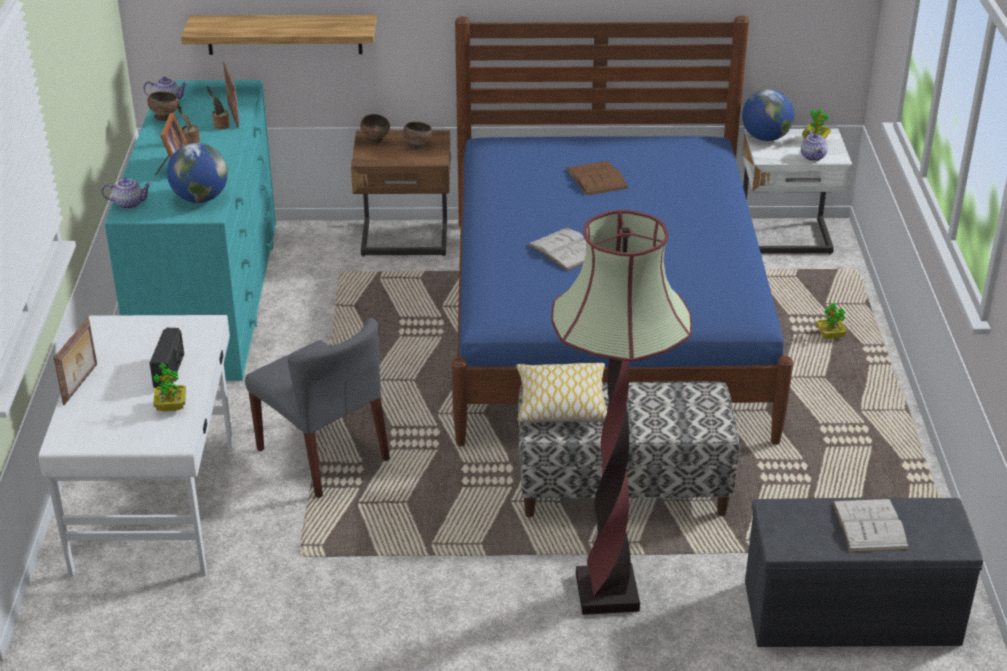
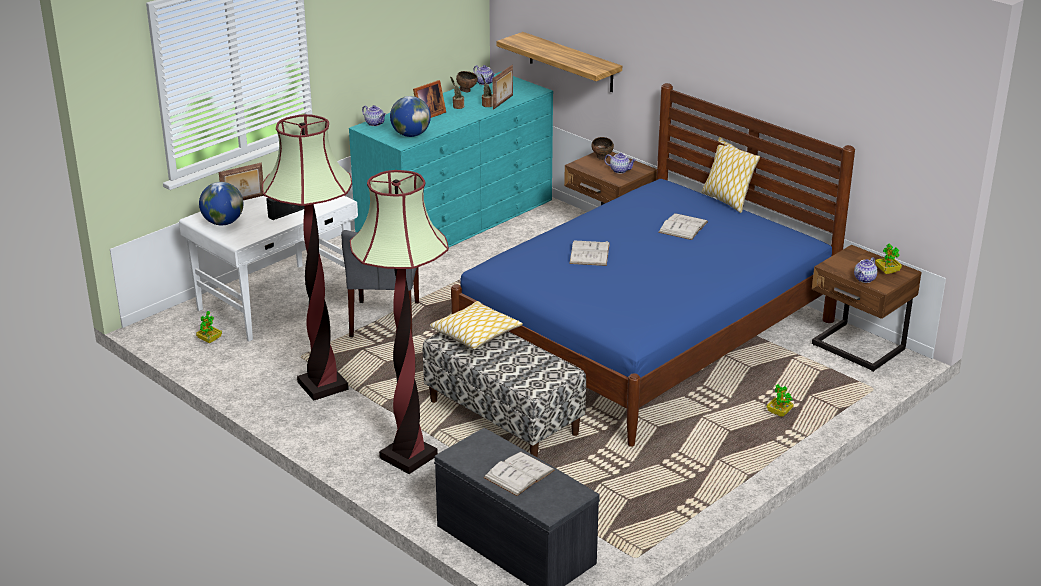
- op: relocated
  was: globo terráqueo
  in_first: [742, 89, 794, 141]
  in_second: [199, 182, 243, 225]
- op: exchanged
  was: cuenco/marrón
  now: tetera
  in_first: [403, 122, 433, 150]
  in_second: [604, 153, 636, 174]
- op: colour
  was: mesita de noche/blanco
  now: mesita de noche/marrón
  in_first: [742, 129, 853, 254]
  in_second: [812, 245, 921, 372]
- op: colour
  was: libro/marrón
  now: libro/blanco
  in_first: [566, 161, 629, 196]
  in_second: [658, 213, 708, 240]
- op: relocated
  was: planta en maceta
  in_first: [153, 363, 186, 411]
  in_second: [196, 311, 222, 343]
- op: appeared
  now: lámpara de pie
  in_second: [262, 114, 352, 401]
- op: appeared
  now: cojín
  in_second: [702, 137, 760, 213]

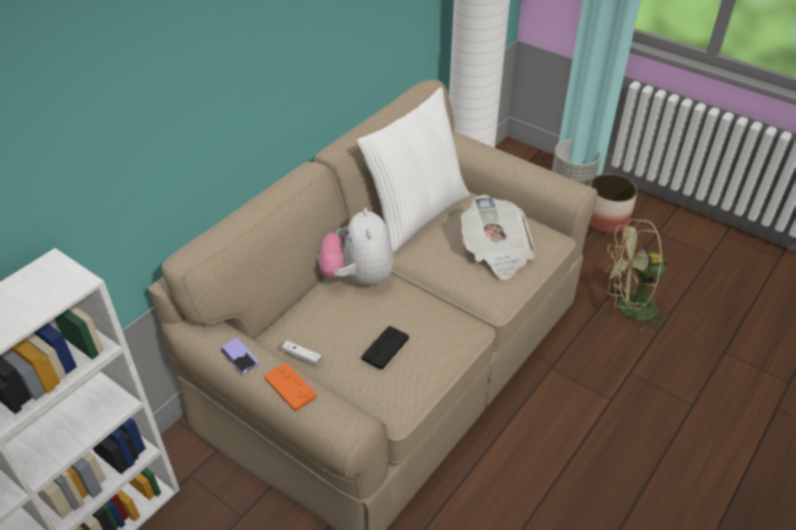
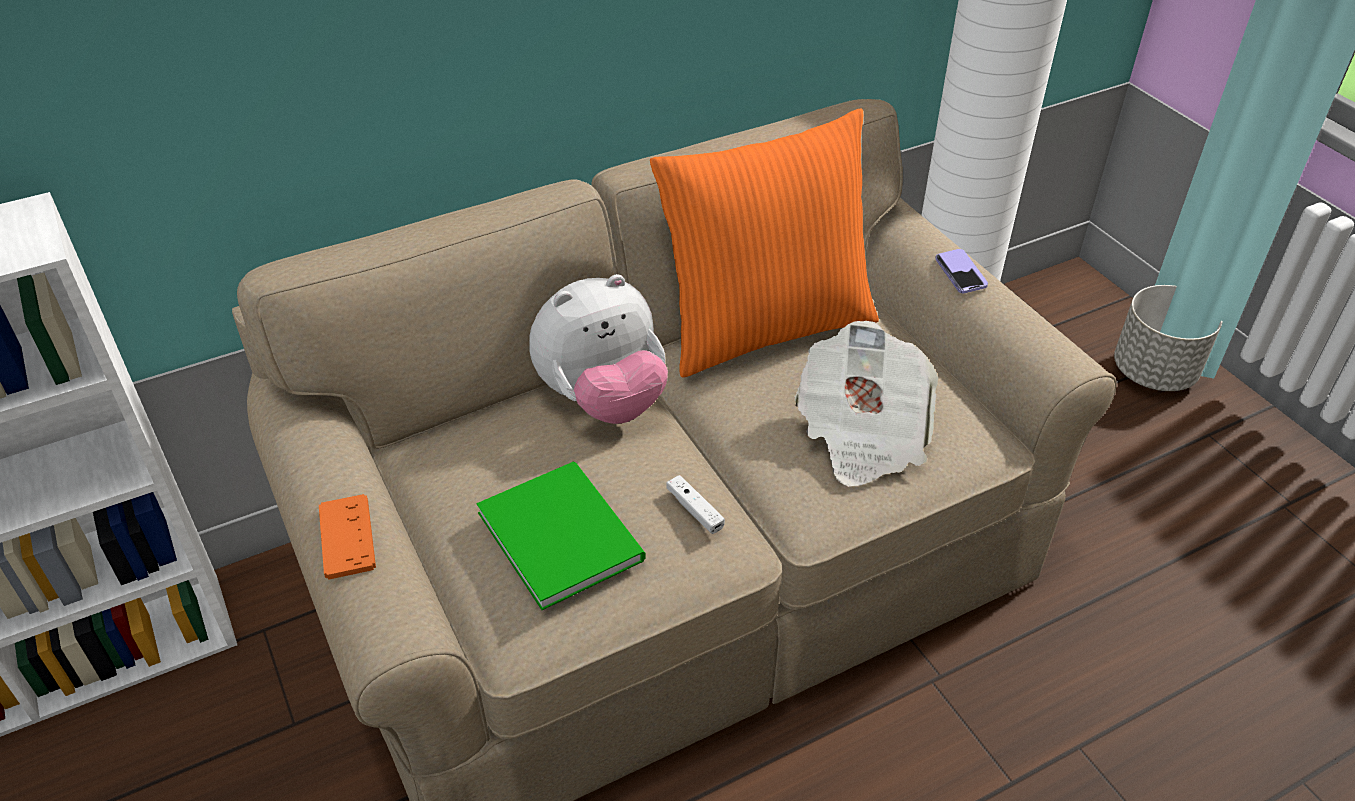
- op: colour
  was: cojín/blanco
  now: cojín/naranja
  in_first: [357, 87, 469, 252]
  in_second: [650, 109, 879, 378]
- op: missing
  was: maceta
  in_first: [588, 174, 638, 233]
- op: spun
  was: peluche
  in_first: [318, 208, 394, 286]
  in_second: [529, 274, 668, 424]
  clockwise: -135
- op: missing
  was: ventilador/verde
  in_first: [604, 219, 671, 333]
- op: exchanged
  was: mando de consola/negro
  now: libro/verde
  in_first: [362, 326, 409, 369]
  in_second: [476, 461, 646, 610]
- op: relocated
  was: móvil
  in_first: [220, 338, 259, 375]
  in_second: [935, 249, 988, 293]
- op: relocated
  was: mando de consola/blanco
  in_first: [282, 341, 322, 365]
  in_second: [666, 475, 725, 534]

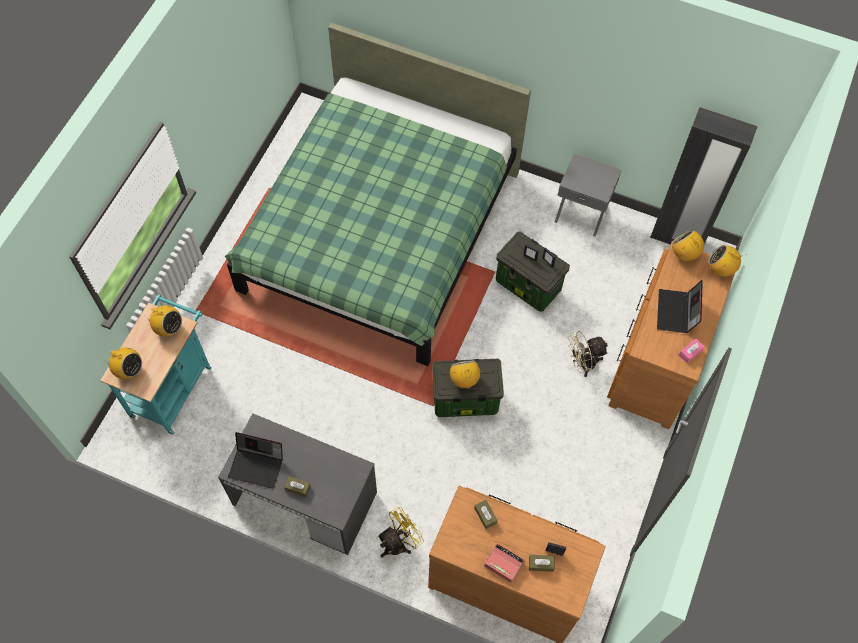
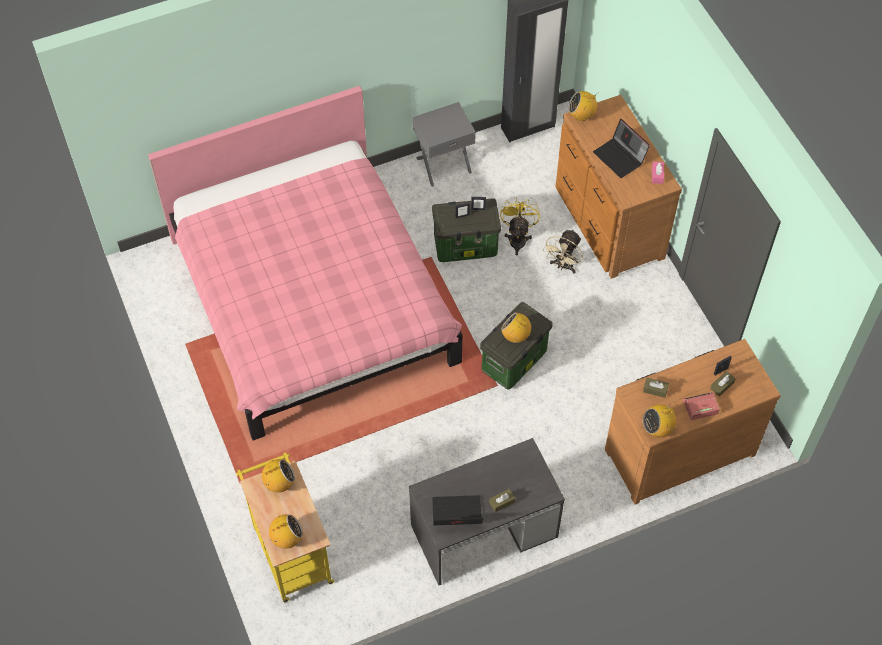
- op: colour
  was: cama/verde
  now: cama/rosa
  in_first: [224, 23, 531, 366]
  in_second: [148, 86, 463, 441]
- op: relocated
  was: radio
  in_first: [709, 245, 747, 277]
  in_second: [643, 404, 676, 438]
- op: colour
  was: carrito/turquesa
  now: carrito/amarillo
  in_first: [100, 294, 211, 435]
  in_second: [236, 452, 334, 602]
- op: spun
  was: portátil
  in_first: [228, 432, 283, 489]
  in_second: [432, 495, 483, 526]
  clockwise: -150
- op: relocated
  was: ventilador/amarillo
  in_first: [377, 507, 424, 558]
  in_second: [500, 197, 540, 256]

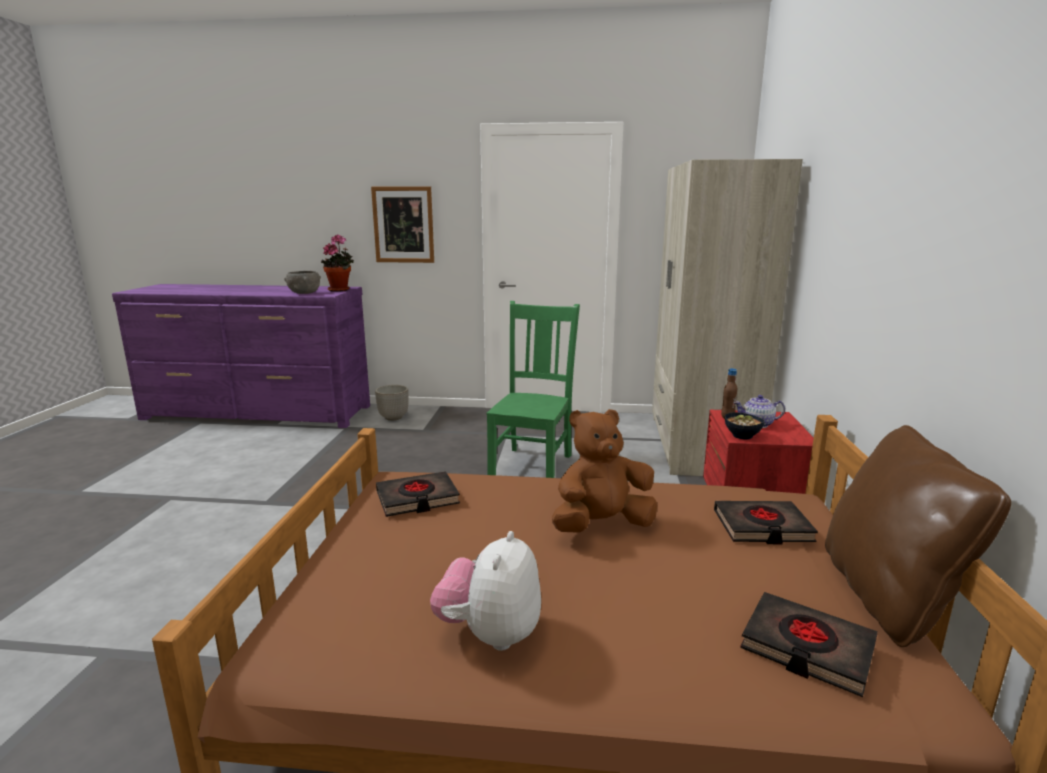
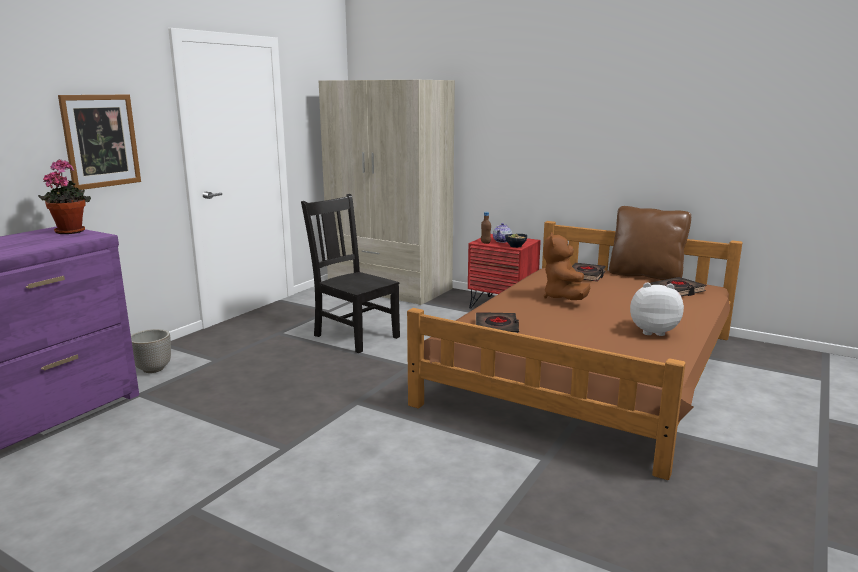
- op: missing
  was: cuenco/gris
  in_first: [284, 271, 321, 294]
- op: colour
  was: silla/verde
  now: silla/negro
  in_first: [486, 301, 580, 478]
  in_second: [301, 194, 400, 353]
- op: spun
  was: peluche
  in_first: [430, 531, 541, 651]
  in_second: [630, 282, 684, 336]
  clockwise: 150

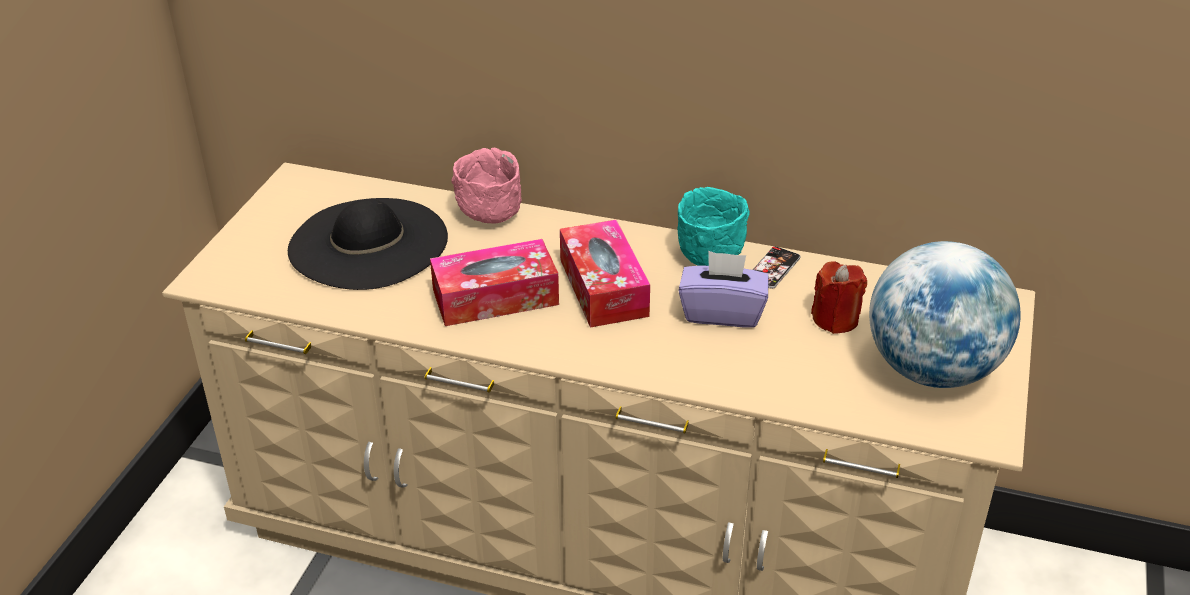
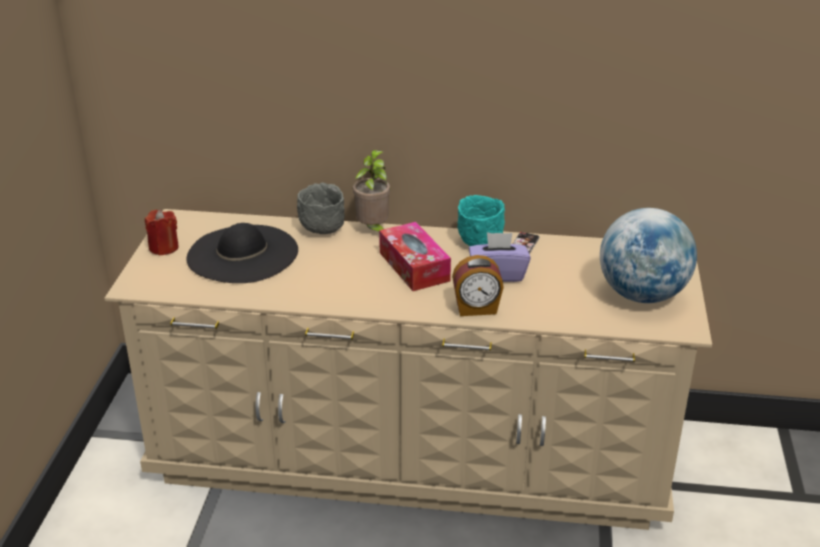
- op: colour
  was: cuenco/rosa
  now: cuenco/gris
  in_first: [451, 148, 522, 223]
  in_second: [297, 182, 345, 234]
- op: missing
  was: caja de pañuelos
  in_first: [430, 239, 559, 326]
- op: relocated
  was: vela/rojo
  in_first: [811, 261, 867, 334]
  in_second: [145, 210, 179, 256]
- op: appeared
  now: planta en maceta
  in_second: [353, 150, 390, 232]
- op: appeared
  now: despertador
  in_second: [452, 255, 504, 316]

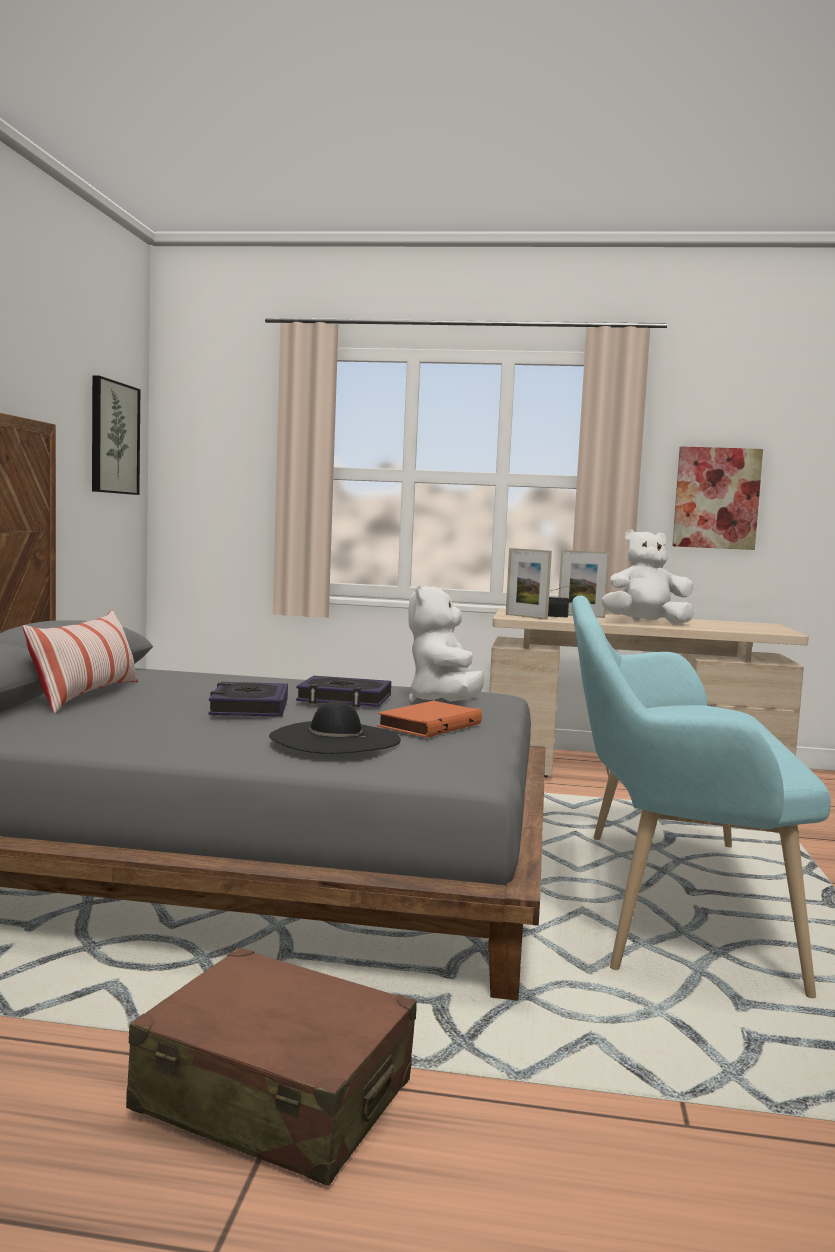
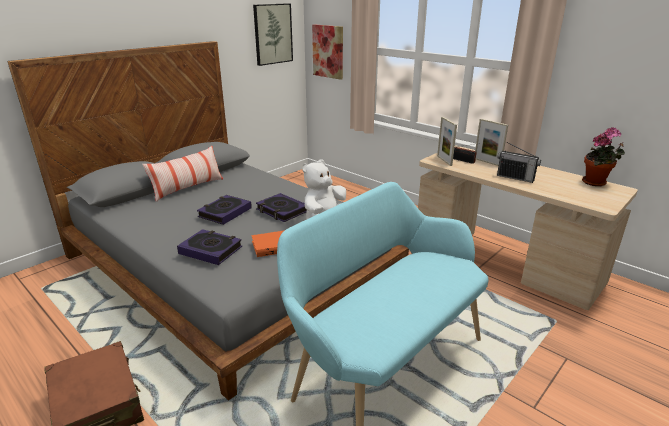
- op: relocated
  was: cuadro
  in_first: [672, 446, 763, 550]
  in_second: [312, 24, 343, 80]
- op: exchanged
  was: peluche/blanco
  now: radio
  in_first: [602, 530, 694, 624]
  in_second: [497, 142, 541, 183]
- op: exchanged
  was: sombrero/negro
  now: libro
  in_first: [269, 701, 401, 754]
  in_second: [177, 229, 242, 265]
- op: appeared
  now: planta en maceta
  in_second: [582, 127, 625, 186]

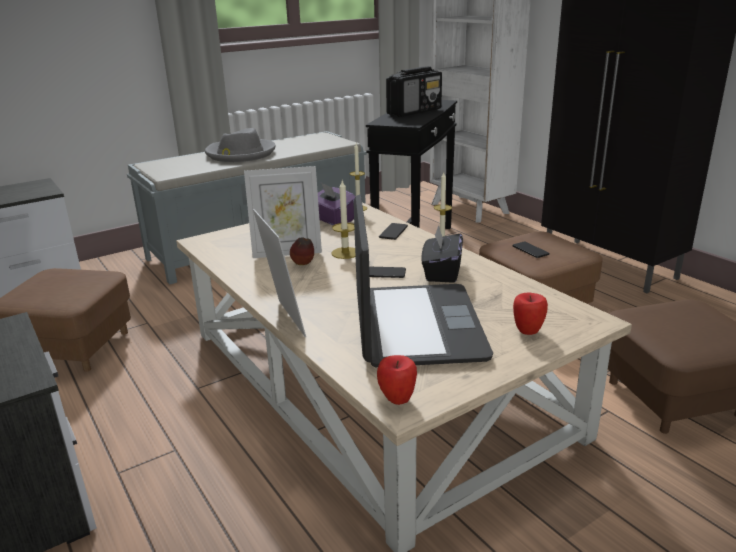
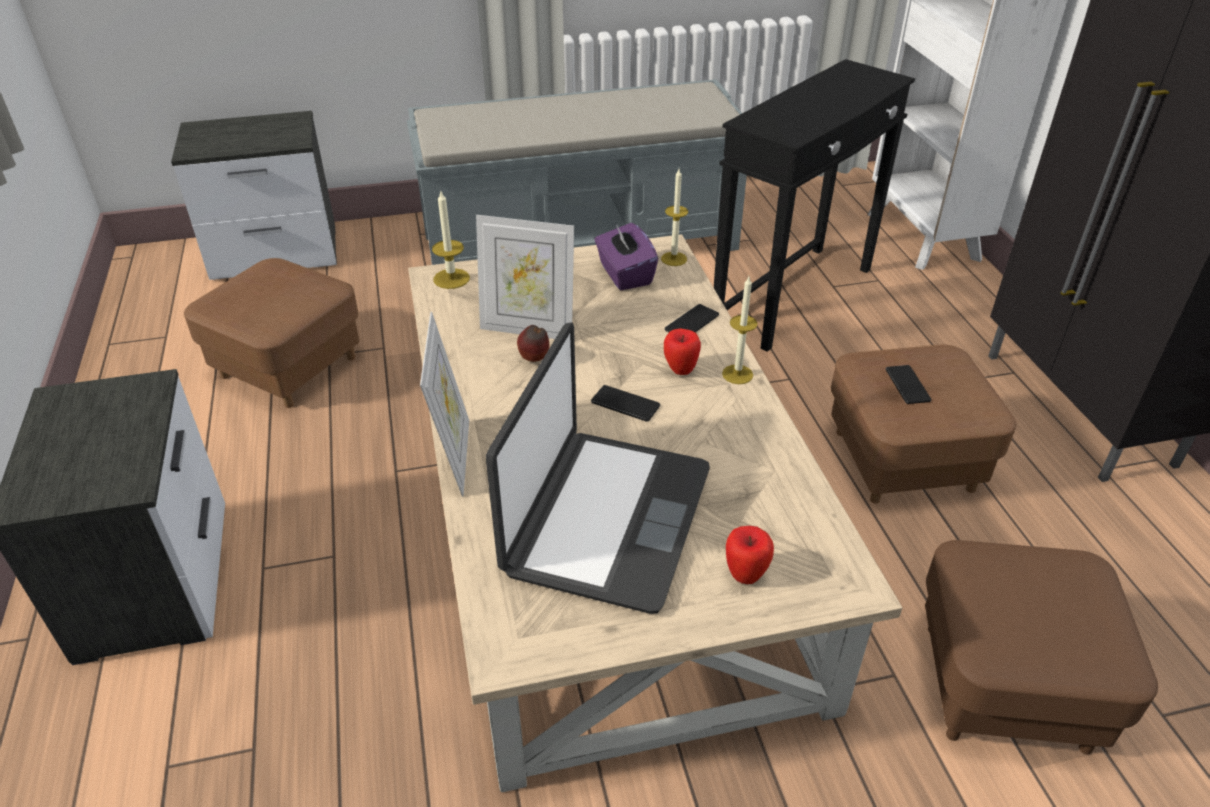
- op: missing
  was: radio
  in_first: [386, 66, 442, 117]
- op: missing
  was: sombrero/gris
  in_first: [205, 128, 275, 162]
- op: relocated
  was: vela
  in_first: [332, 180, 356, 259]
  in_second: [432, 191, 470, 289]
- op: missing
  was: caja de pañuelos/negro
  in_first: [421, 225, 463, 283]
- op: relocated
  was: manzana
  in_first: [377, 355, 417, 405]
  in_second: [664, 328, 701, 375]

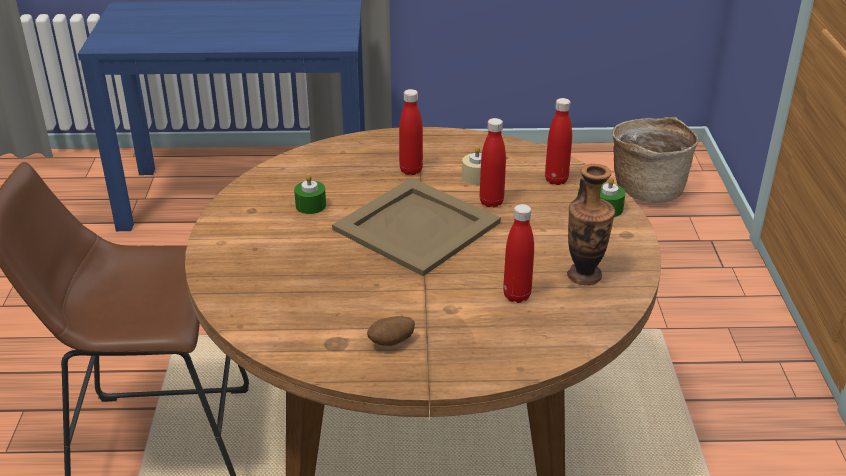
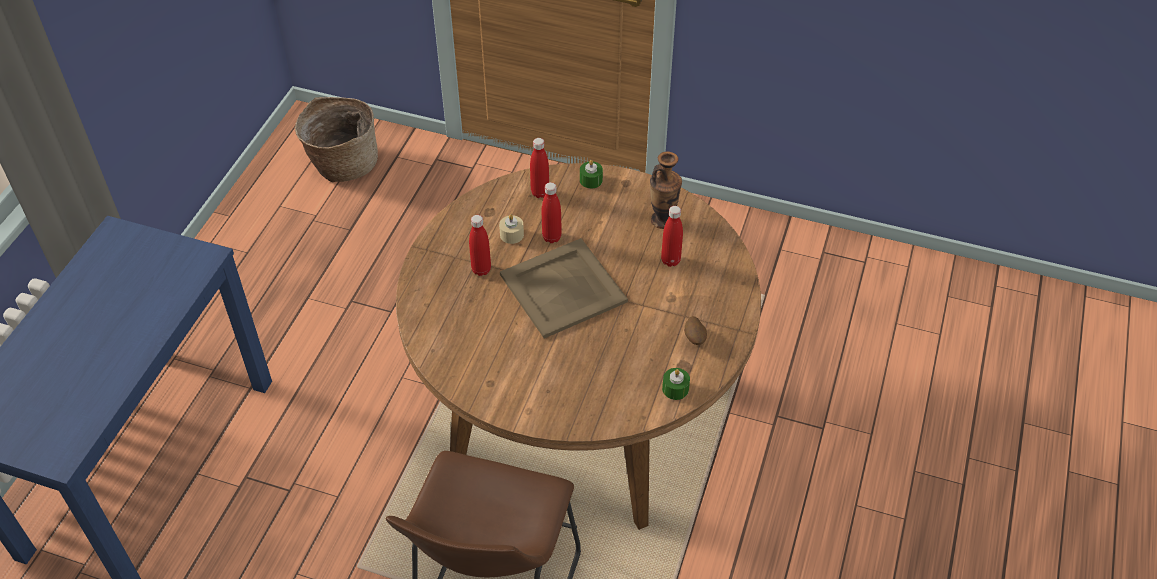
- op: relocated
  was: vela/verde
  in_first: [294, 174, 326, 214]
  in_second: [662, 368, 690, 400]

